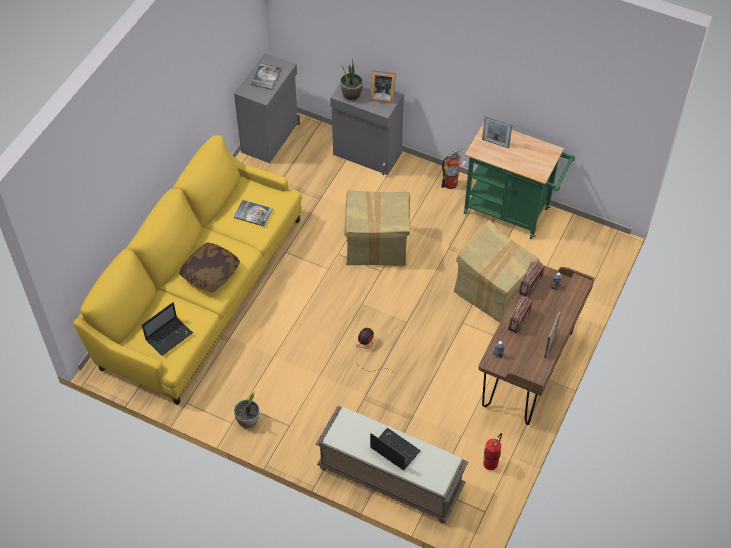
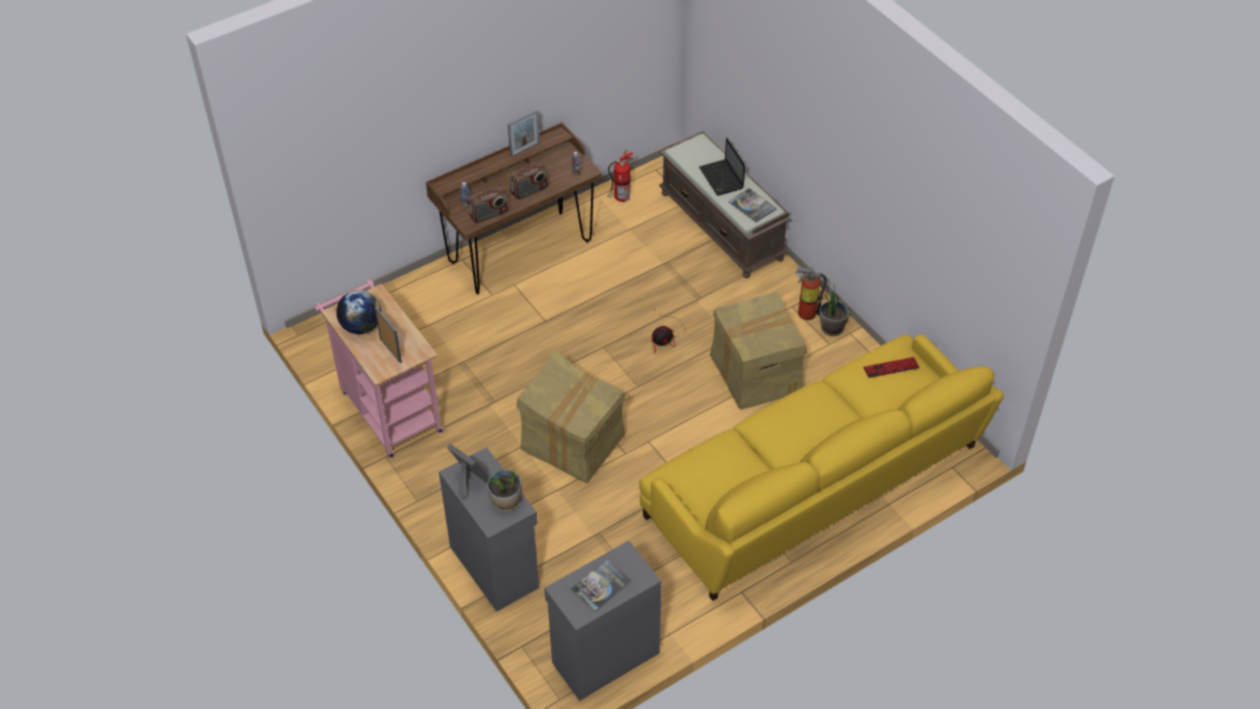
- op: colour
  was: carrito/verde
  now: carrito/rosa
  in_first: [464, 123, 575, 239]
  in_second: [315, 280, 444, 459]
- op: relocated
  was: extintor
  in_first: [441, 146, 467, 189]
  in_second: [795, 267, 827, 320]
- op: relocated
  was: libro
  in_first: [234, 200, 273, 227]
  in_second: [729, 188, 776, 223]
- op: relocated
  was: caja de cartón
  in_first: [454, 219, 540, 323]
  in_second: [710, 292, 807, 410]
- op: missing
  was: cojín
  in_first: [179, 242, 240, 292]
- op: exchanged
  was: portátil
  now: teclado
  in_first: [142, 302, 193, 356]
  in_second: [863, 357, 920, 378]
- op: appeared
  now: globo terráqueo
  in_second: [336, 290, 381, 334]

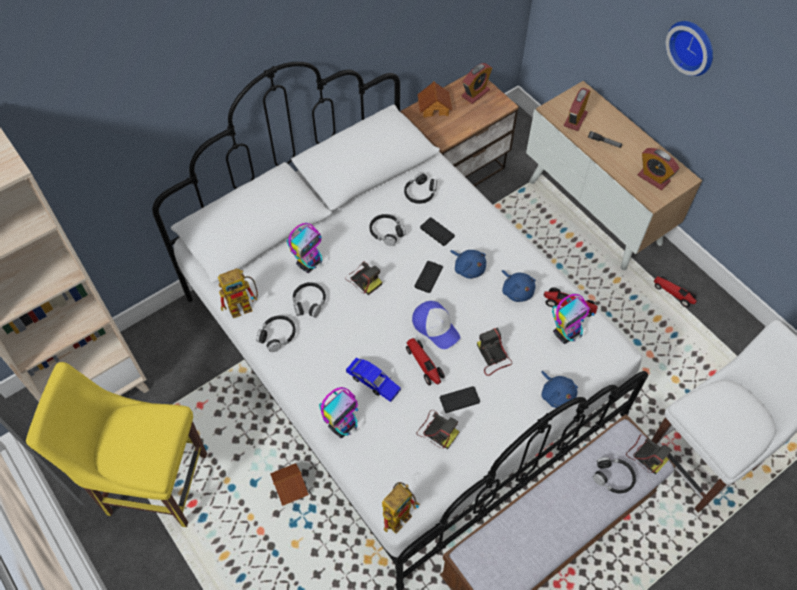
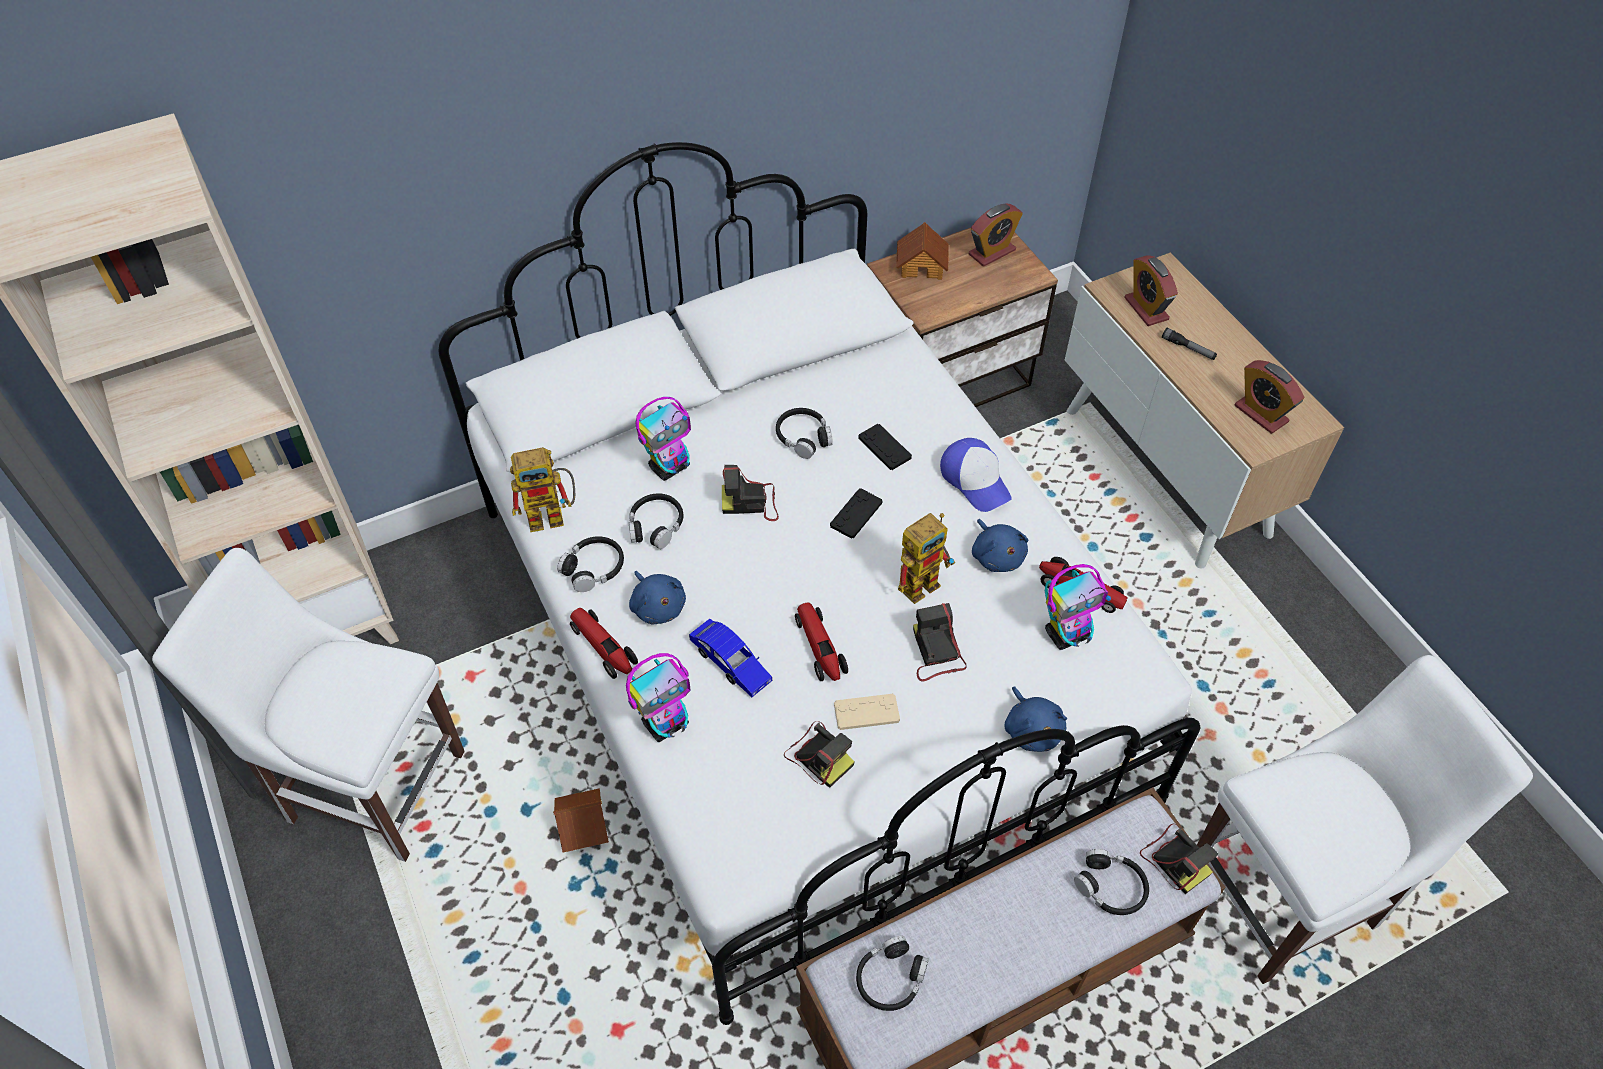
- op: missing
  was: reloj de pared
  in_first: [666, 21, 713, 76]
- op: spun
  was: despertador
  in_first: [564, 88, 591, 131]
  in_second: [1124, 255, 1178, 326]
  clockwise: -60
- op: relocated
  was: auriculares/negro
  in_first: [404, 172, 437, 204]
  in_second: [856, 935, 929, 1011]
- op: relocated
  was: peluche/azul
  in_first: [450, 250, 486, 279]
  in_second: [629, 571, 686, 625]
- op: spun
  was: cámara
  in_first: [345, 261, 382, 295]
  in_second: [722, 465, 779, 521]
  clockwise: 120
- op: relocated
  was: coche de juguete
  in_first: [654, 276, 697, 307]
  in_second: [570, 608, 638, 679]
- op: relocated
  was: gorra
  in_first: [412, 301, 460, 349]
  in_second: [940, 438, 1012, 512]
- op: colour
  was: silla/amarillo
  now: silla/blanco
  in_first: [26, 362, 207, 527]
  in_second: [152, 548, 465, 862]
- op: colour
  was: mando de consola/negro
  now: mando de consola/beis
  in_first: [440, 386, 480, 413]
  in_second: [834, 694, 900, 730]
- op: relocated
  was: robot de juguete
  in_first: [382, 482, 420, 533]
  in_second: [898, 513, 955, 604]

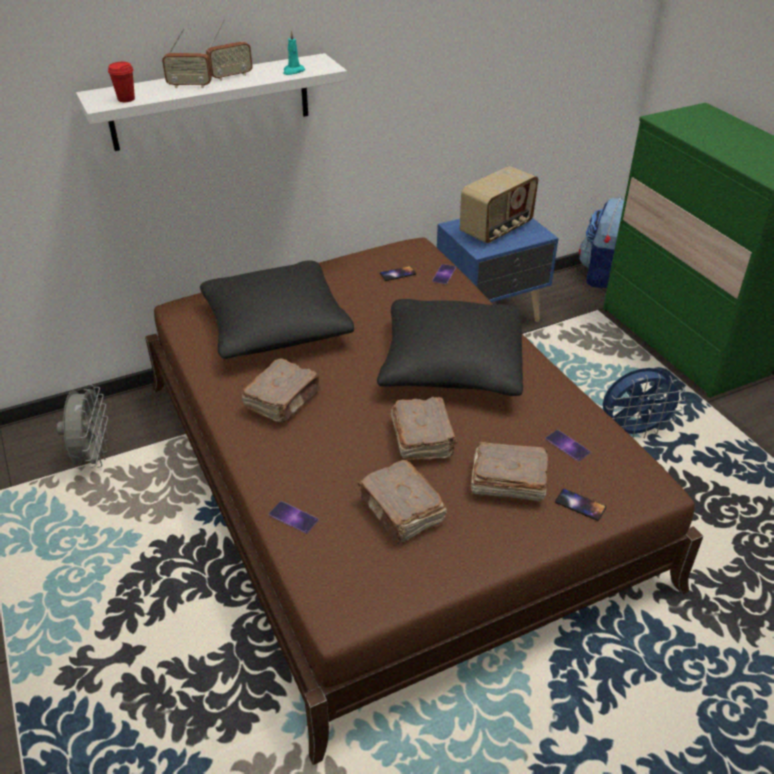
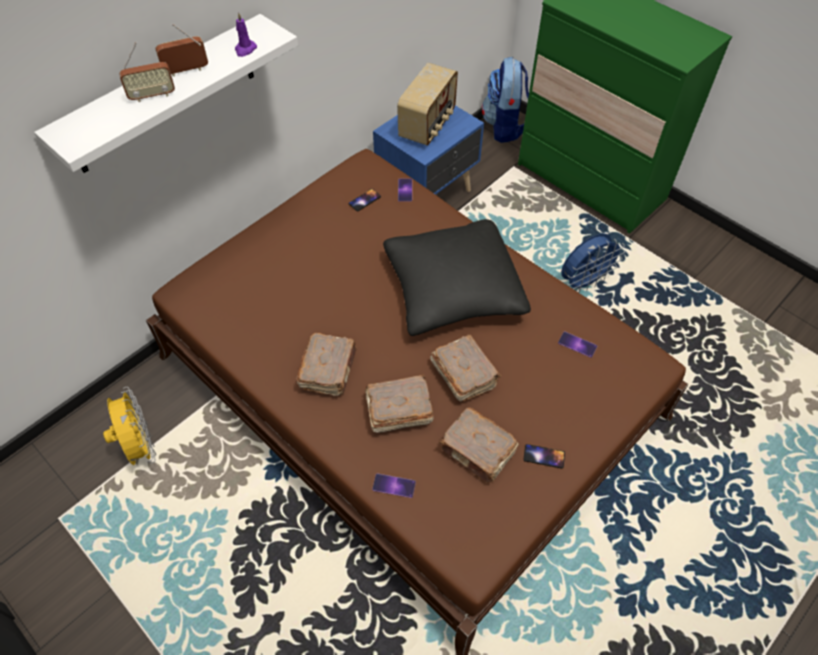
- op: spun
  was: radio
  in_first: [206, 20, 253, 81]
  in_second: [156, 23, 208, 77]
  clockwise: -150
- op: colour
  was: vela/turquesa
  now: vela/morado
  in_first: [283, 31, 305, 75]
  in_second: [235, 12, 257, 57]
- op: missing
  was: taza/rojo
  in_first: [108, 62, 135, 102]
- op: missing
  was: cojín/negro
  in_first: [200, 260, 354, 359]
- op: colour
  was: ventilador/gris
  now: ventilador/amarillo
  in_first: [57, 384, 109, 468]
  in_second: [103, 387, 156, 465]
- op: relocated
  was: libro/marrón
  in_first: [469, 442, 548, 501]
  in_second: [365, 374, 434, 433]
- op: relocated
  was: móvil
  in_first: [555, 489, 606, 521]
  in_second: [523, 444, 565, 469]

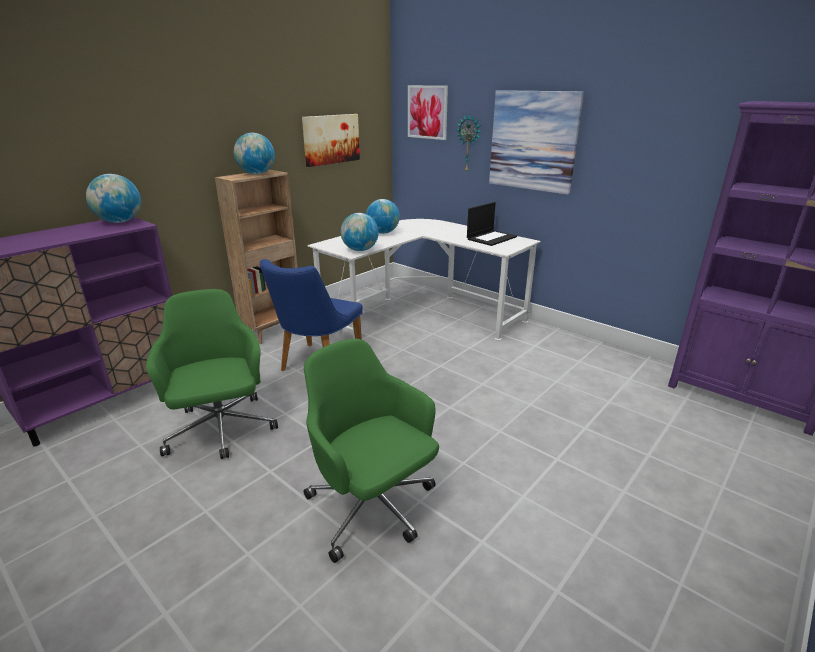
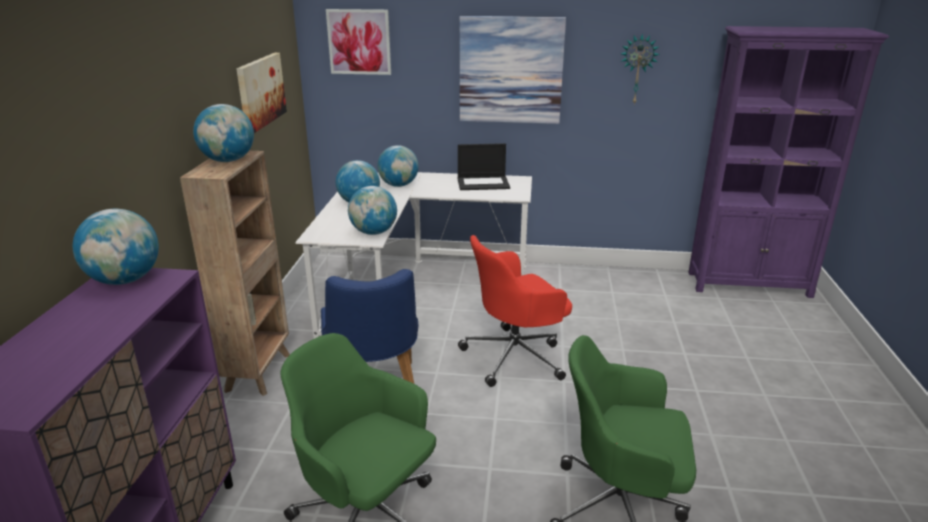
- op: relocated
  was: reloj de pared
  in_first: [457, 114, 481, 173]
  in_second: [621, 33, 660, 104]
- op: spun
  was: portátil
  in_first: [467, 202, 517, 246]
  in_second: [457, 143, 510, 190]
  clockwise: 75
- op: appeared
  now: globo terráqueo
  in_second: [377, 145, 418, 187]
- op: appeared
  now: silla de oficina/rojo
  in_second: [458, 235, 572, 387]

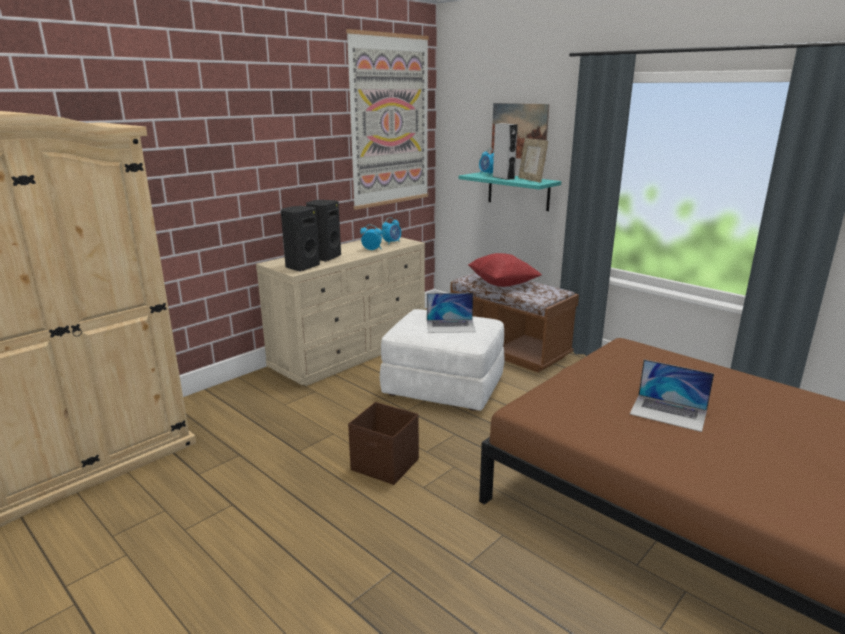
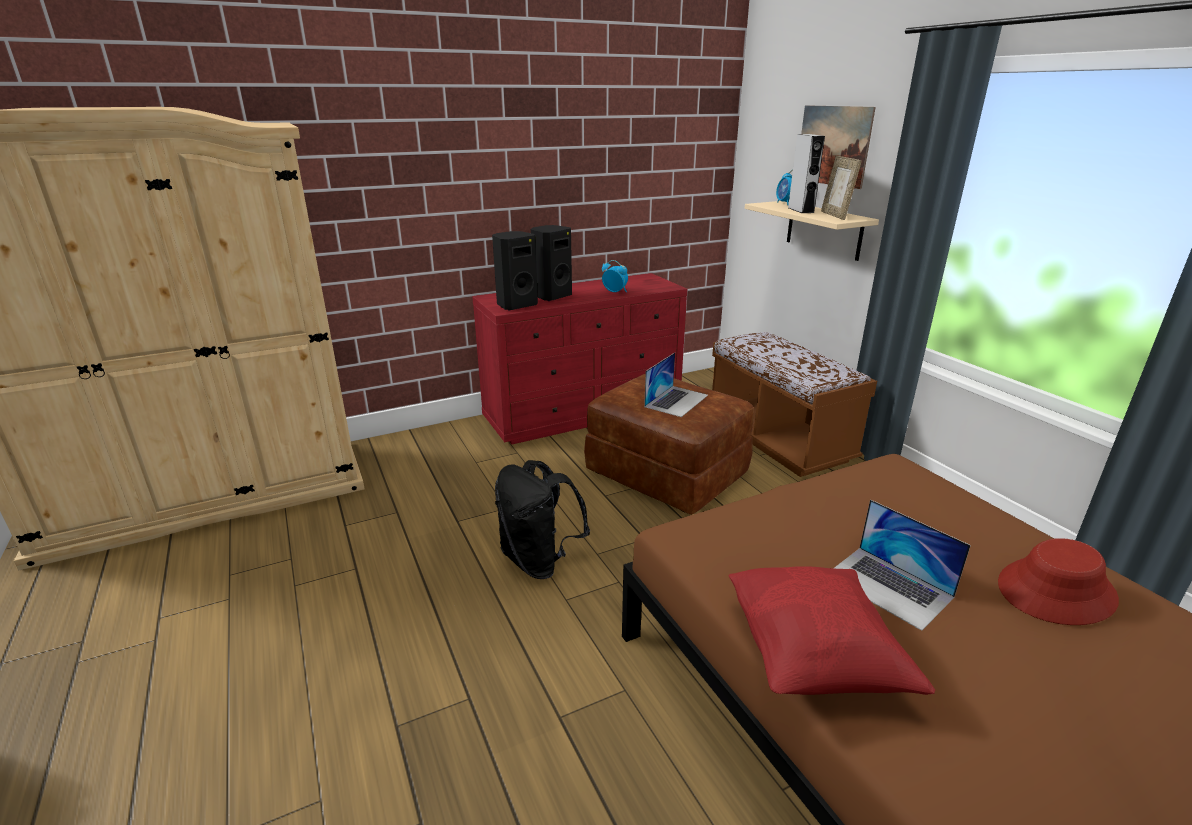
- op: missing
  was: cuadro
  in_first: [346, 29, 429, 210]
- op: colour
  was: estante/turquesa
  now: estante/beis
  in_first: [459, 172, 561, 211]
  in_second: [745, 201, 879, 261]
- op: missing
  was: despertador
  in_first: [382, 217, 401, 245]
- op: colour
  was: cómoda/beis
  now: cómoda/rojo
  in_first: [256, 235, 425, 386]
  in_second: [472, 273, 687, 445]
- op: relocated
  was: cojín/rojo
  in_first: [468, 253, 542, 287]
  in_second: [729, 566, 935, 695]
- op: spun
  was: portátil
  in_first: [427, 293, 476, 333]
  in_second: [644, 353, 708, 417]
  clockwise: -75
- op: colour
  was: puf/blanco
  now: puf/marrón
  in_first: [380, 309, 505, 411]
  in_second: [584, 374, 754, 515]
- op: exchanged
  was: caja de almacenaje/marrón
  now: mochila/negro
  in_first: [348, 402, 419, 485]
  in_second: [495, 460, 590, 579]
- op: appeared
  now: sombrero/rojo
  in_second: [998, 538, 1119, 625]

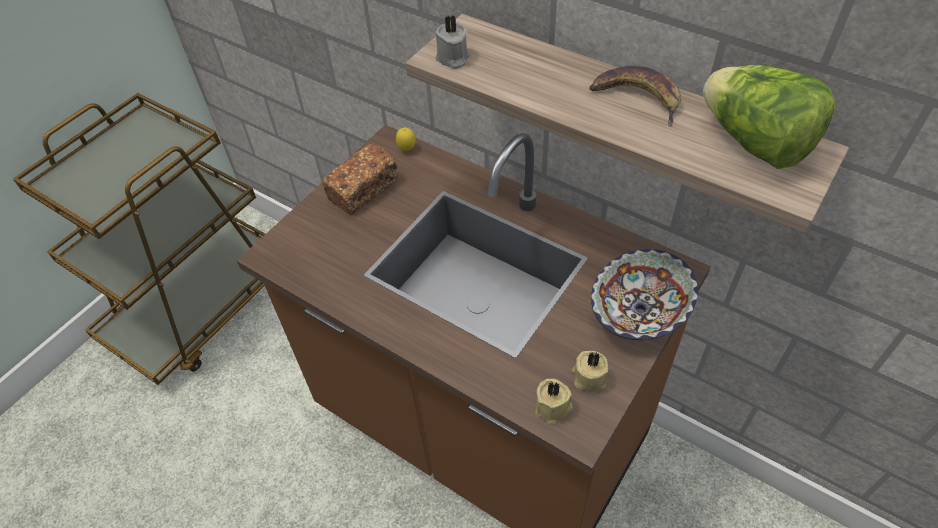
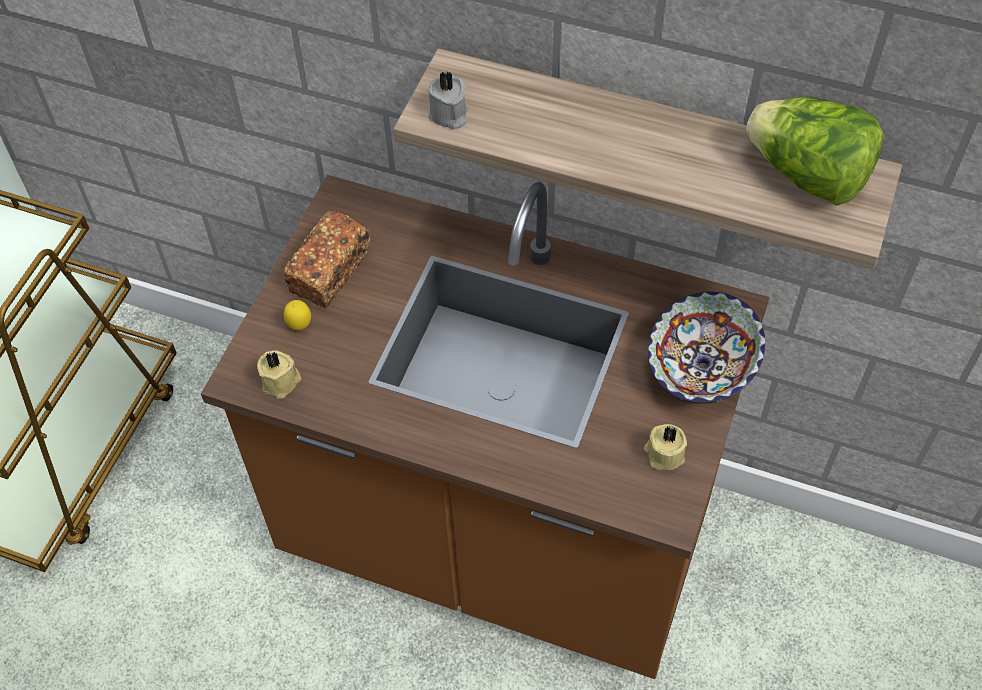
- op: missing
  was: plátano
  in_first: [589, 66, 681, 127]
- op: relocated
  was: limón
  in_first: [396, 128, 415, 151]
  in_second: [284, 300, 311, 330]
- op: relocated
  was: vela/beis
  in_first: [535, 379, 573, 425]
  in_second: [257, 350, 301, 399]

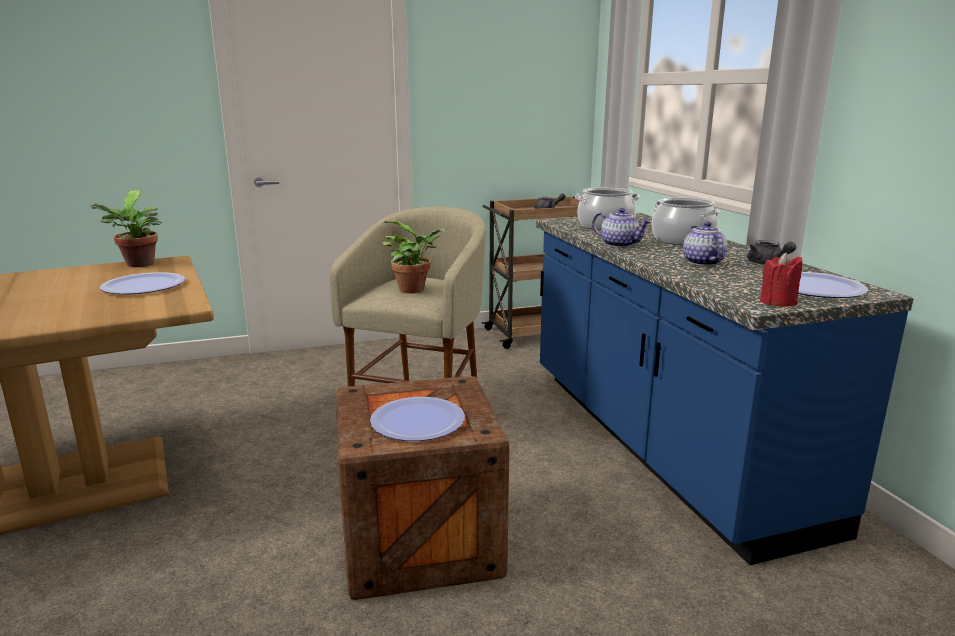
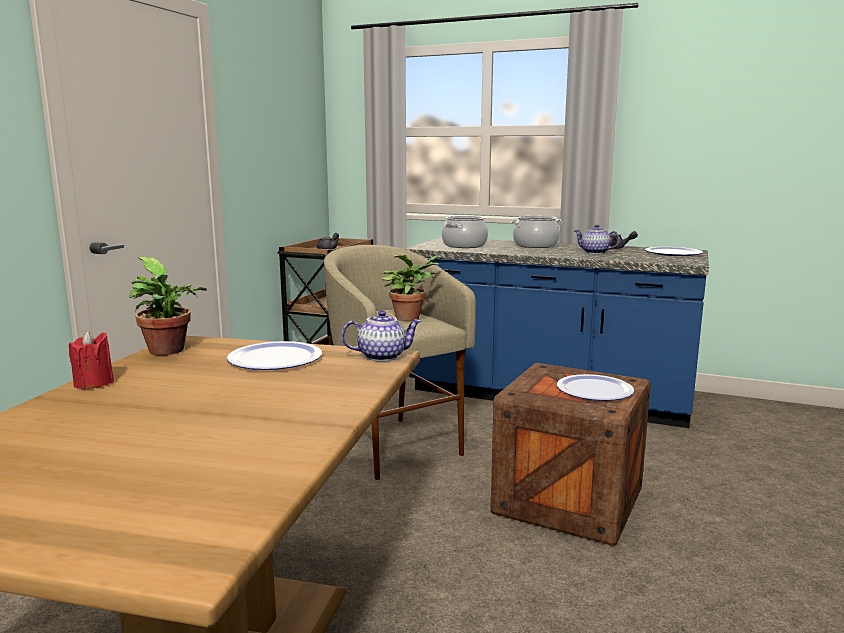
- op: relocated
  was: tetera
  in_first: [592, 208, 651, 248]
  in_second: [341, 310, 421, 361]
- op: relocated
  was: vela/rojo
  in_first: [760, 252, 803, 307]
  in_second: [69, 331, 114, 389]

